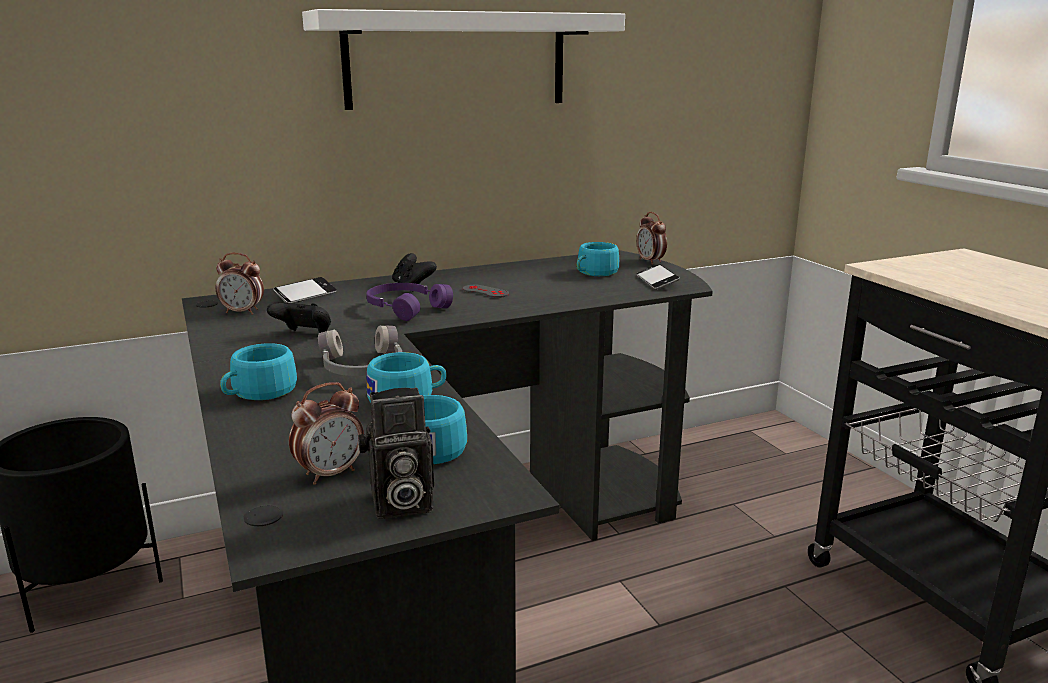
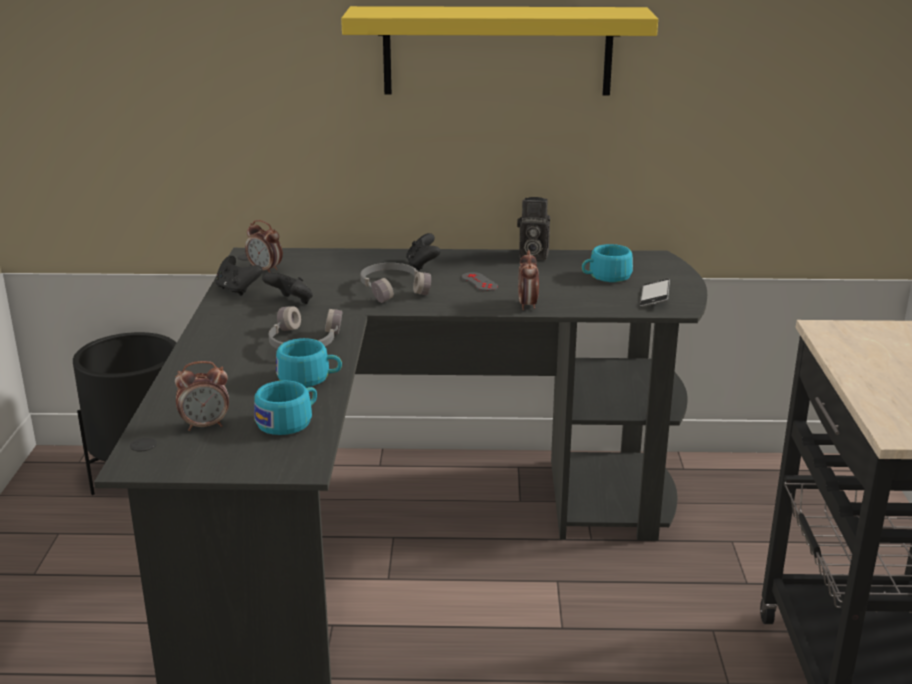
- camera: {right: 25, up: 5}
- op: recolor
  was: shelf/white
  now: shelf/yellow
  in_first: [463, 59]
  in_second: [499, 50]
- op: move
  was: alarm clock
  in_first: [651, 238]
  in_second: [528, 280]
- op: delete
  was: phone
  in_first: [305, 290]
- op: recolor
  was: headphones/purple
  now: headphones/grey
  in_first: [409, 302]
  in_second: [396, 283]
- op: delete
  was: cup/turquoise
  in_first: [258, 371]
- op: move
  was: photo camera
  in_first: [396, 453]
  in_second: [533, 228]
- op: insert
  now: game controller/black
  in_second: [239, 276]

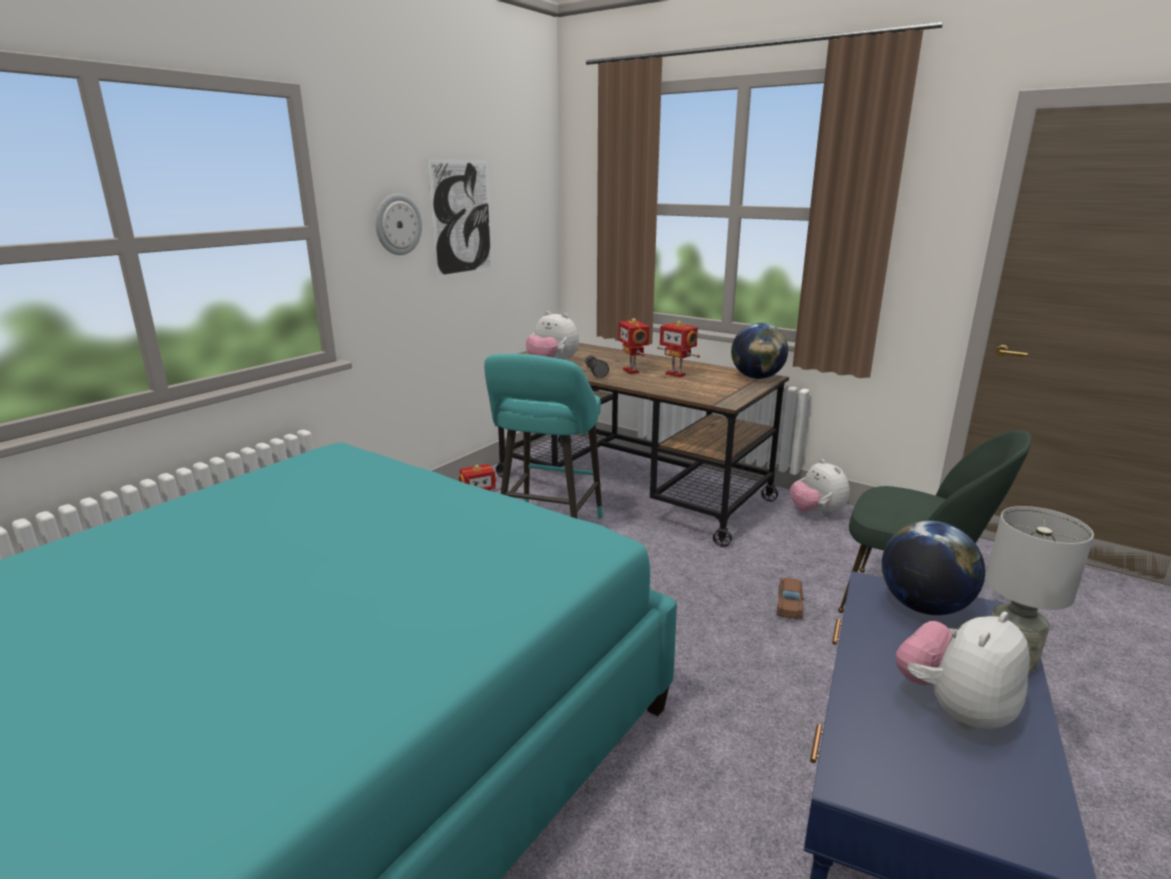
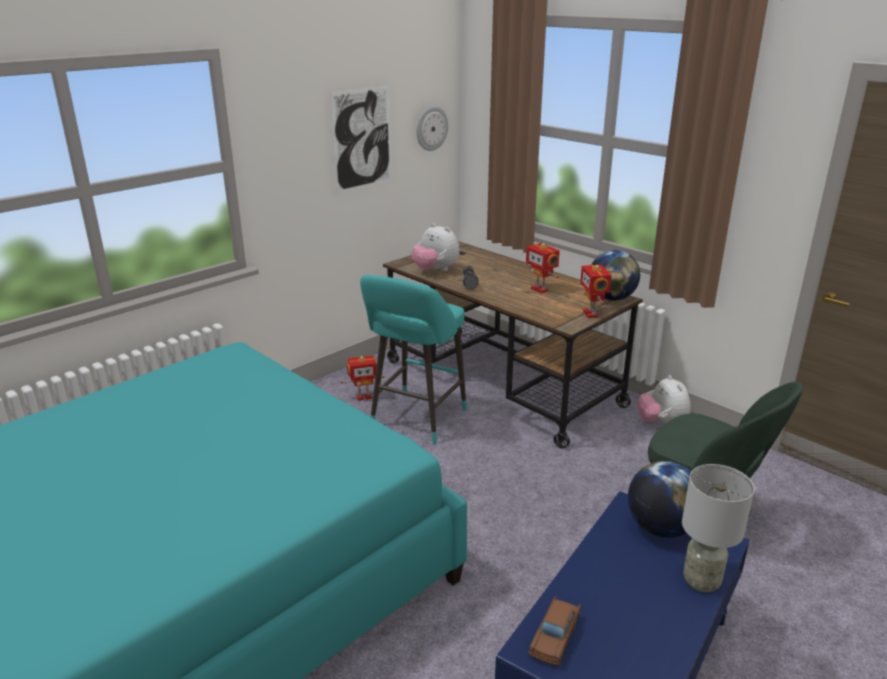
- camera: {right: 10, up: 5}
- op: move
  was: wall clock
  in_first: [398, 224]
  in_second: [432, 128]
- op: move
  was: toy robot
  in_first: [633, 346]
  in_second: [596, 291]
- op: move
  was: toy car/brown
  in_first: [790, 599]
  in_second: [554, 631]
- op: delete
  was: plush toy
  in_first: [963, 671]

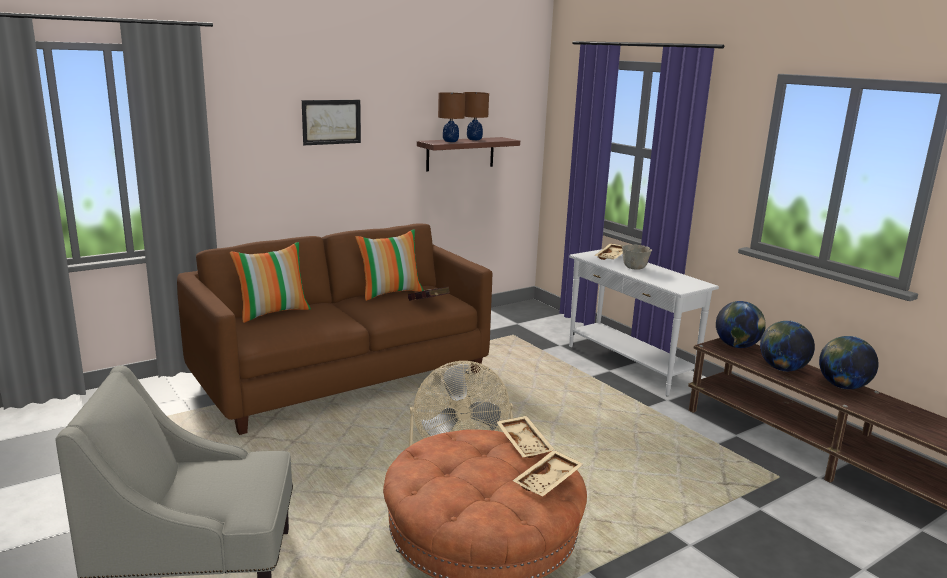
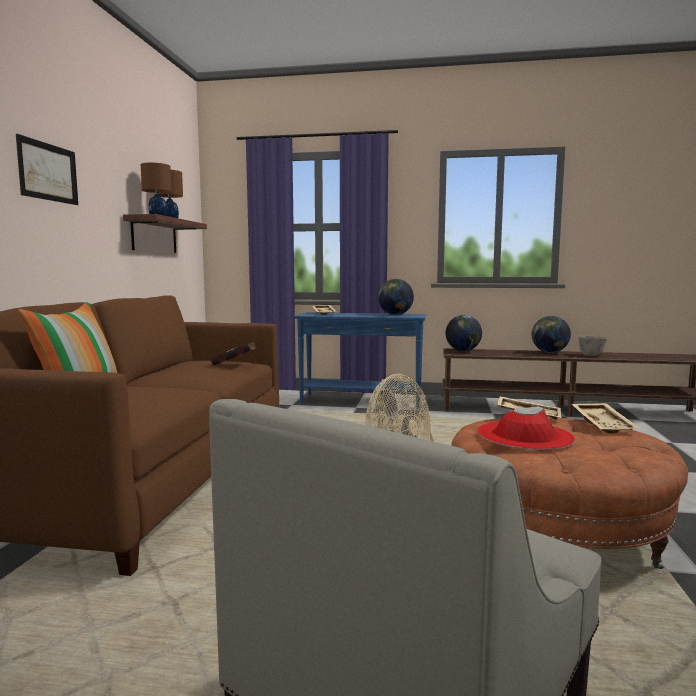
- camera: {right: -45, up: -10}
- op: delete
  was: pillow
  in_first: [389, 265]
- op: move
  was: bowl/grey
  in_first: [637, 257]
  in_second: [592, 345]
- op: recolor
  was: console table/white
  now: console table/blue
  in_first: [644, 323]
  in_second: [360, 360]
- op: move
  was: globe
  in_first: [787, 346]
  in_second: [396, 297]
- op: insert
  now: hat/red
  in_second: [526, 428]

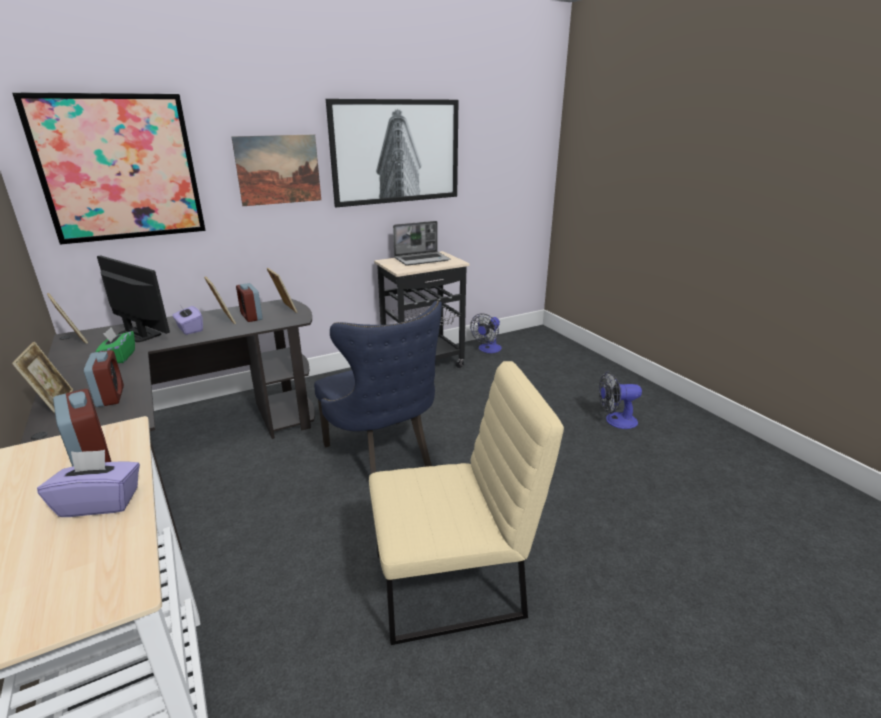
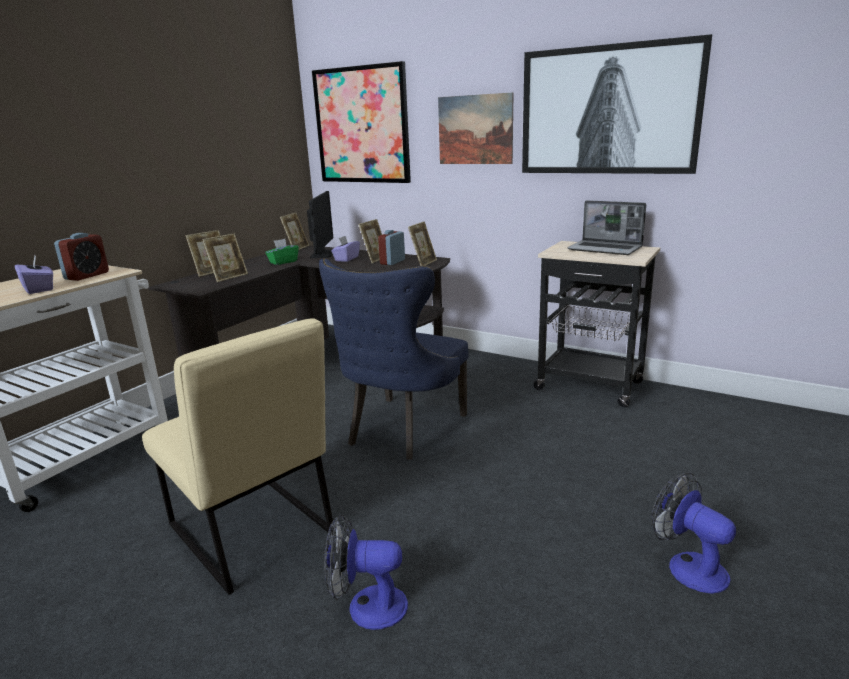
- camera: {right: 60, up: -5}
- op: move
  was: fan
  in_first: [486, 333]
  in_second: [366, 572]
- op: replace
  was: alarm clock
  now: picture frame
  in_first: [104, 378]
  in_second: [225, 258]

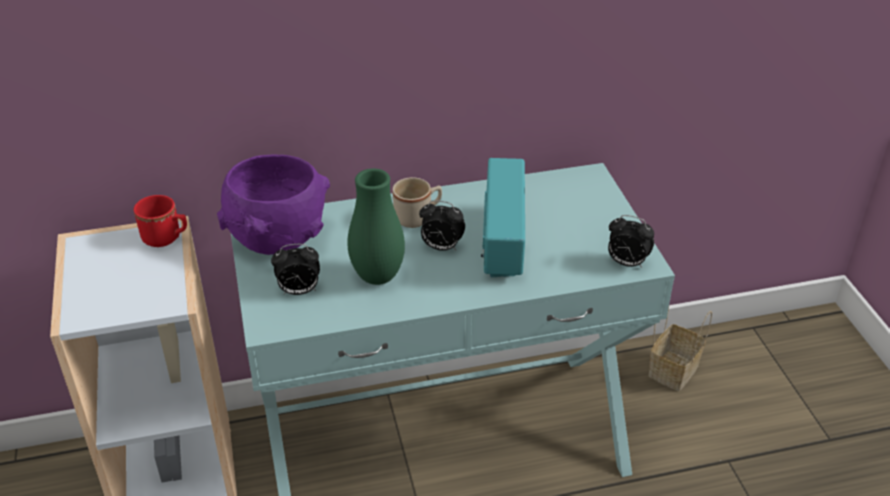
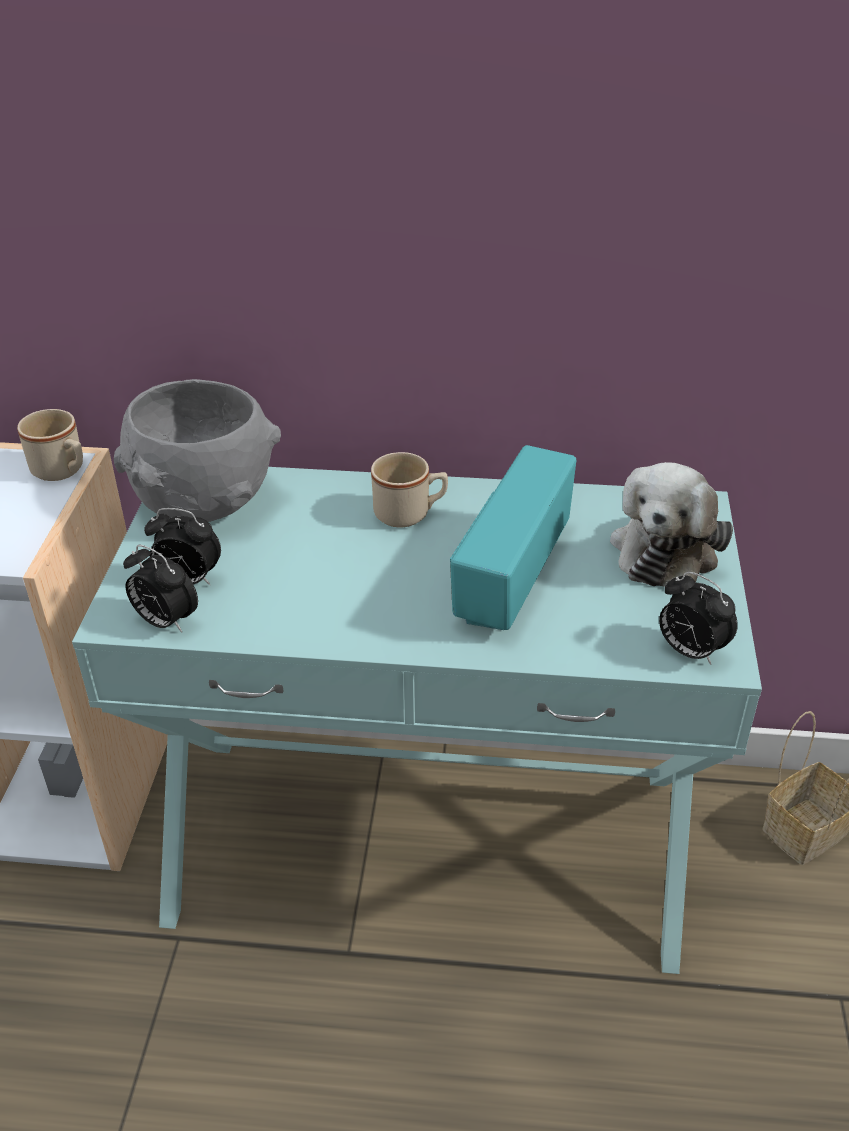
- camera: {right: 20, up: 0}
- op: recolor
  was: bowl/purple
  now: bowl/grey
  in_first: [273, 205]
  in_second: [197, 450]
- op: delete
  was: vase/green
  in_first: [376, 227]
- op: recolor
  was: mug/red
  now: mug/beige
  in_first: [160, 221]
  in_second: [50, 445]
- op: move
  was: alarm clock
  in_first: [442, 225]
  in_second: [160, 588]
- op: insert
  now: plush toy
  in_second: [671, 524]

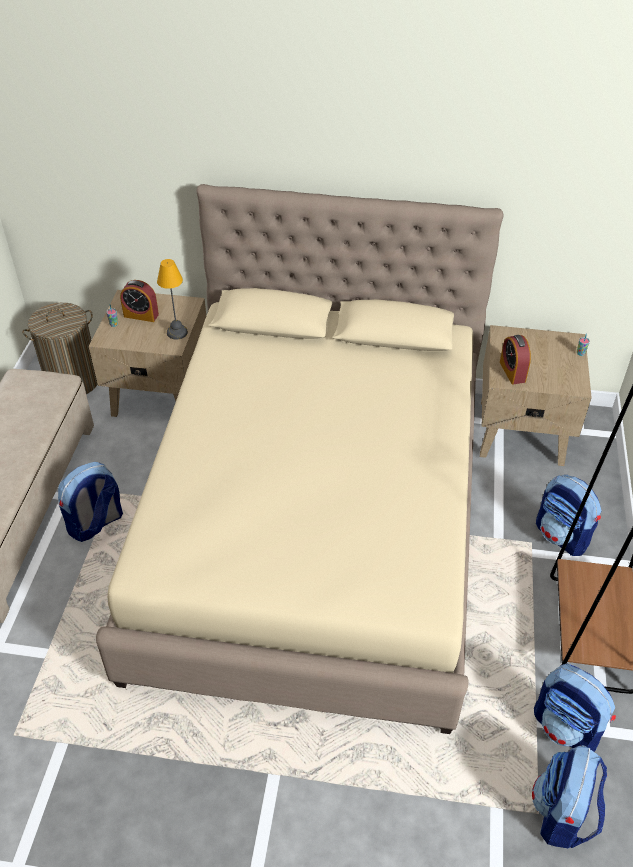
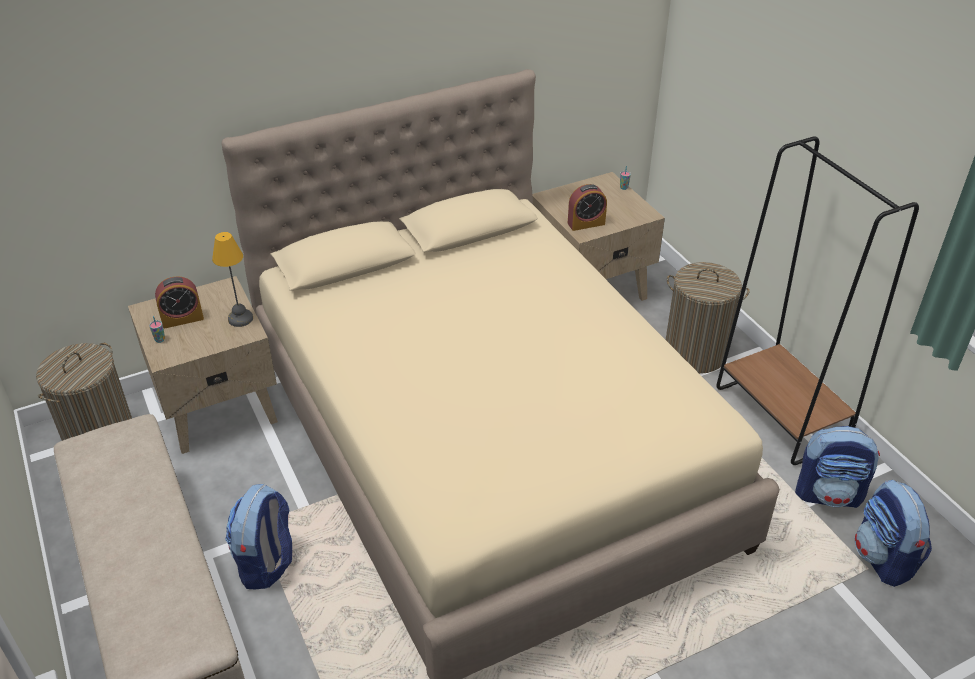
- camera: {right: -35, up: -5}
- op: rotate
  was: alarm clock
  in_first: [515, 359]
  in_second: [587, 207]
  clockwise: -60
- op: replace
  was: backpack
  now: laundry basket
  in_first: [569, 515]
  in_second: [707, 318]

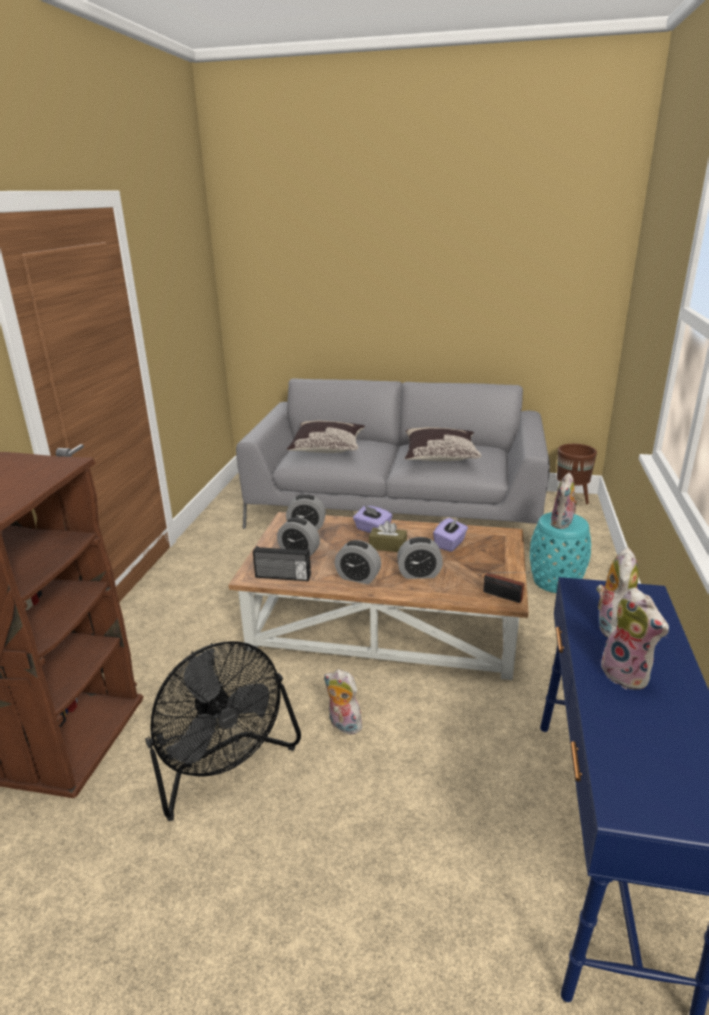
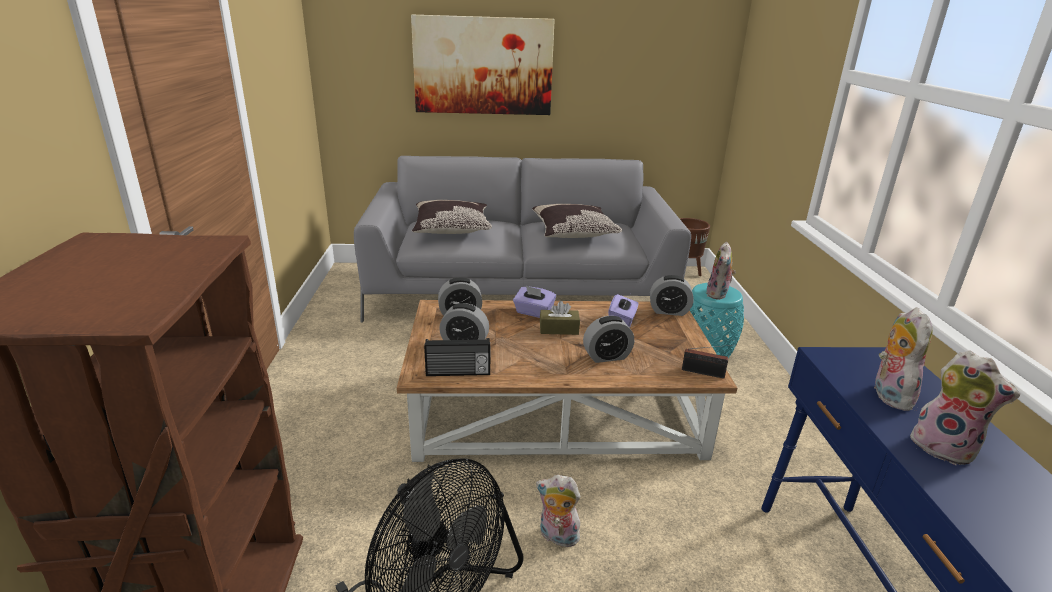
- camera: {right: -15, up: 0}
- op: move
  was: alarm clock
  in_first: [358, 562]
  in_second: [671, 295]
- op: insert
  now: picture
  in_second: [483, 65]

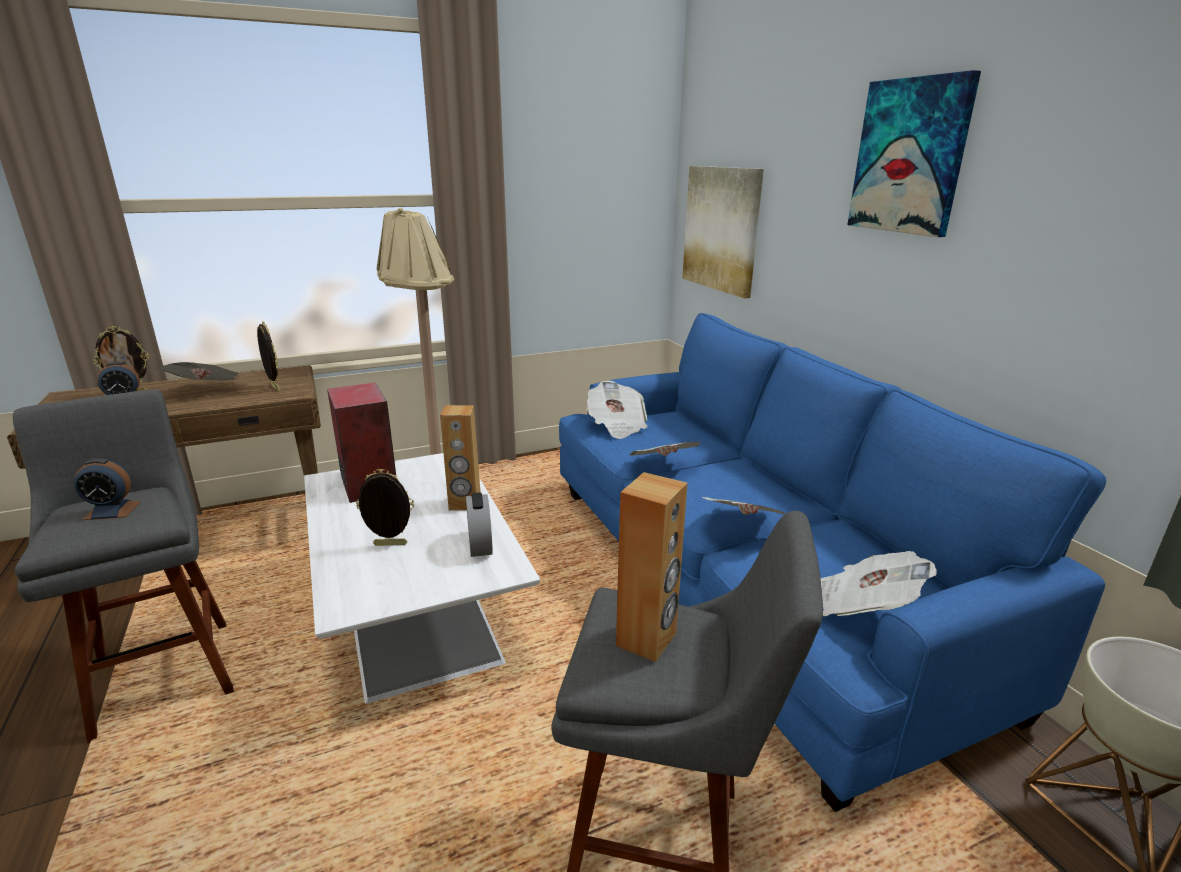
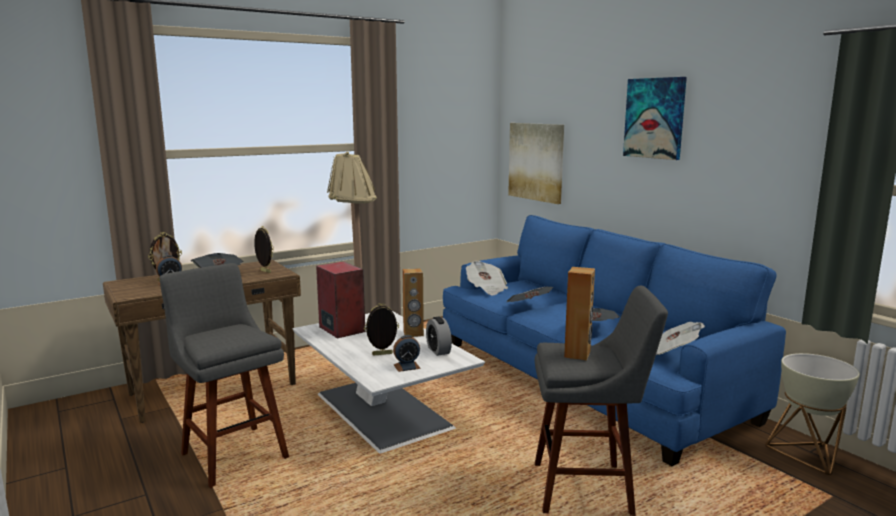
- camera: {right: -10, up: -10}
- op: move
  was: alarm clock
  in_first: [107, 489]
  in_second: [407, 353]

